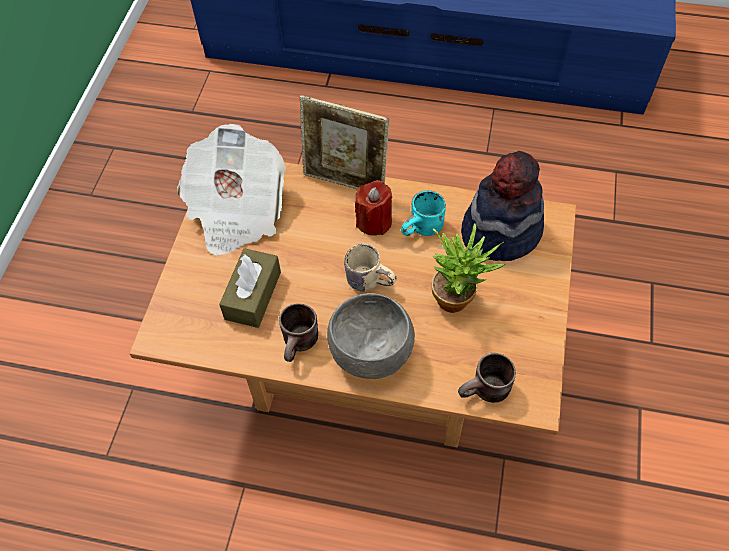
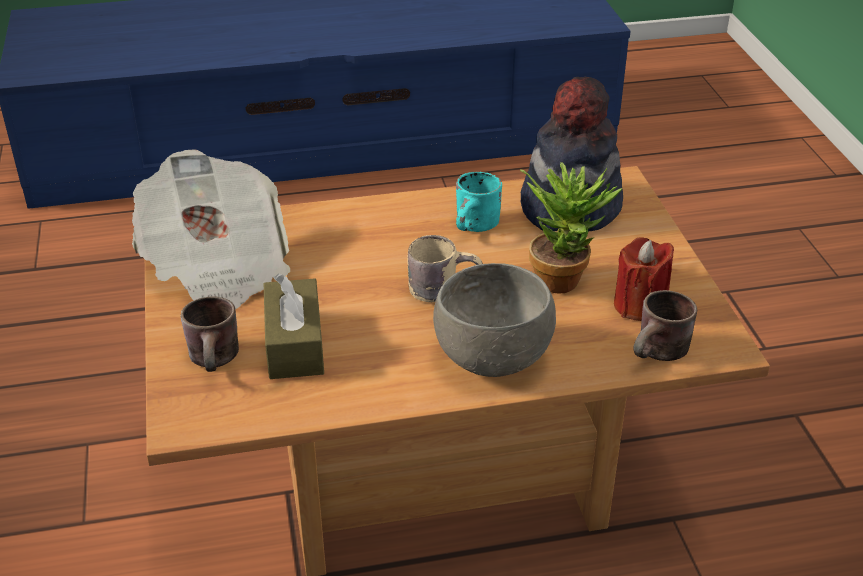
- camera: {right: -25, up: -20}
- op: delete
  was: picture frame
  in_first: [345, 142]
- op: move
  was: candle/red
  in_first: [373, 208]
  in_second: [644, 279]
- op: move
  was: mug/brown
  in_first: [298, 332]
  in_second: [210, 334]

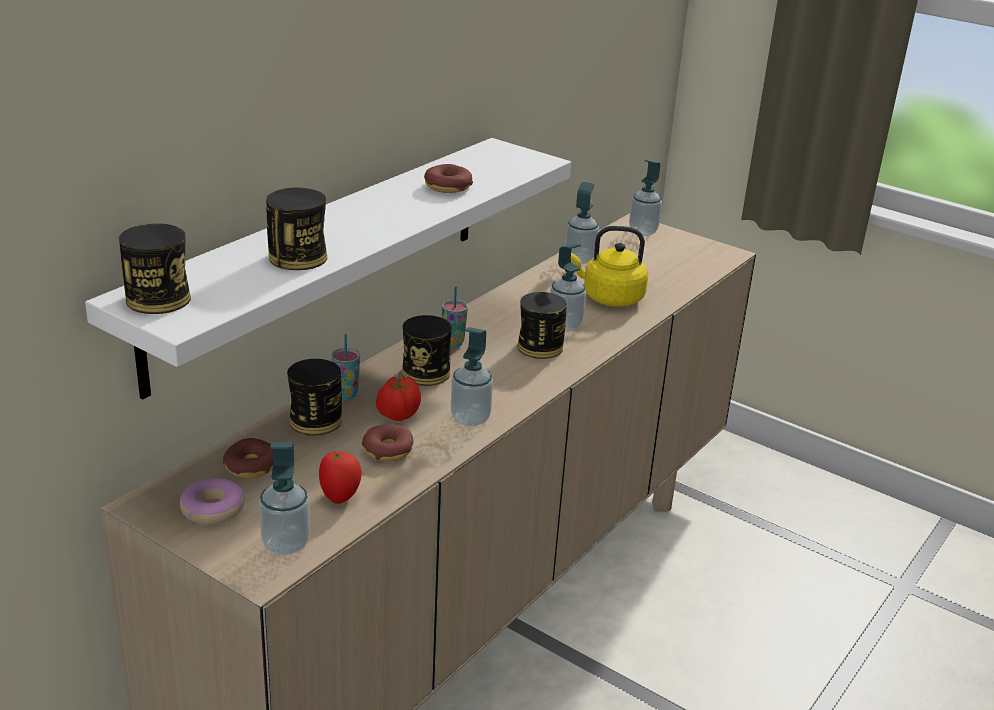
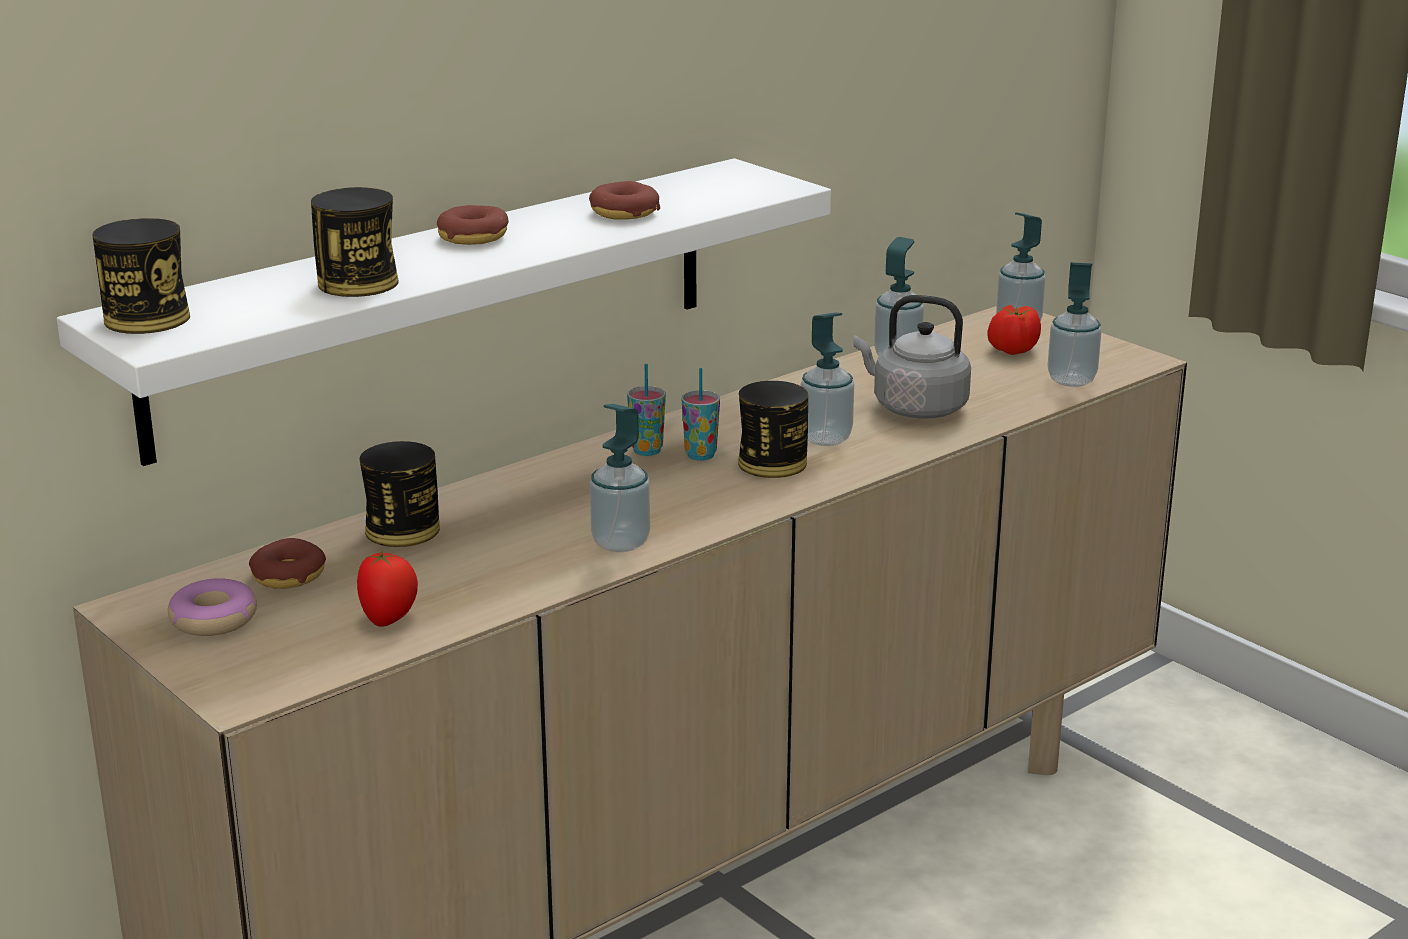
- camera: {right: 15, up: -5}
- op: recolor
  was: kettle/yellow
  now: kettle/grey
  in_first: [609, 266]
  in_second: [912, 357]
- op: delete
  was: can
  in_first: [427, 350]
- op: move
  was: cup
  in_first: [345, 366]
  in_second: [701, 414]
- op: move
  was: tomato
  in_first: [398, 399]
  in_second: [1014, 330]
- op: move
  was: donut
  in_first: [387, 442]
  in_second: [473, 225]
- op: move
  was: soap dispenser
  in_first: [284, 498]
  in_second: [1075, 324]

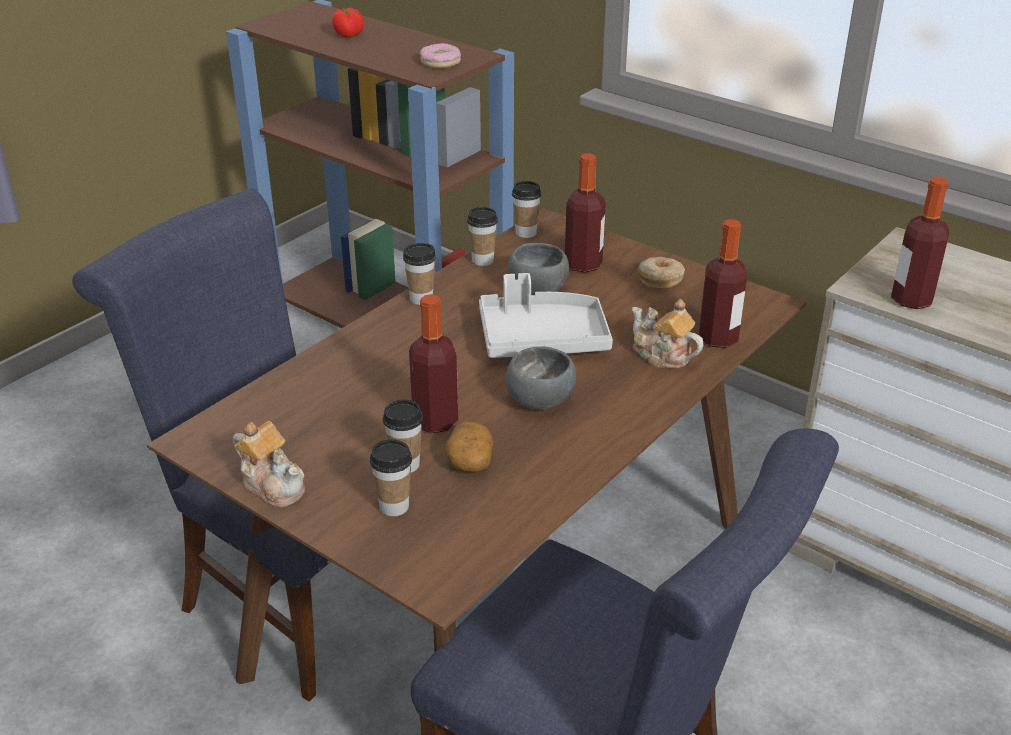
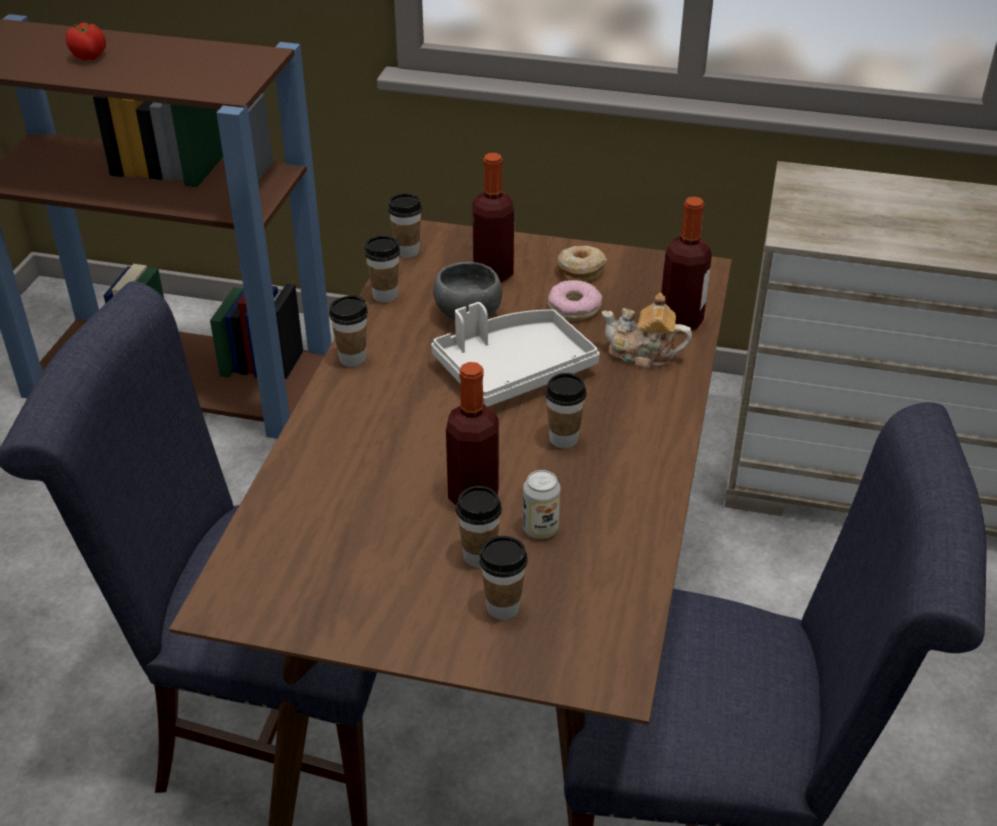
- camera: {right: -25, up: 5}
- op: move
  was: donut
  in_first: [440, 56]
  in_second: [575, 300]
- op: delete
  was: bottle
  in_first: [920, 243]
- op: replace
  was: bowl/grey
  now: cup
  in_first: [541, 377]
  in_second: [566, 410]
- op: delete
  was: teapot
  in_first: [269, 464]
- op: replace
  was: potato
  now: can
  in_first: [469, 447]
  in_second: [541, 504]

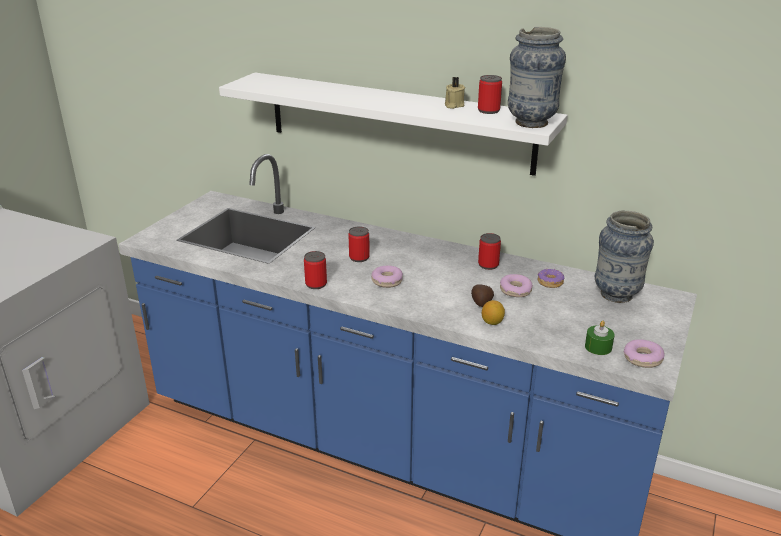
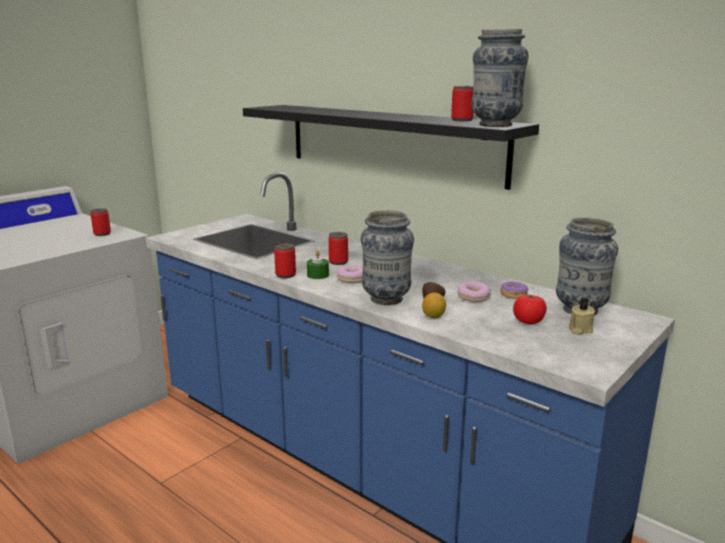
- camera: {right: 15, up: -10}
- op: recolor
  was: shelf/white
  now: shelf/black
  in_first: [393, 124]
  in_second: [391, 147]
- op: move
  was: candle/beige
  in_first: [455, 93]
  in_second: [582, 316]
- op: move
  was: can
  in_first: [489, 251]
  in_second: [101, 222]
- op: move
  was: candle/green
  in_first: [600, 338]
  in_second: [318, 264]
- op: delete
  was: donut
  in_first: [644, 353]
- op: insert
  now: vase
  in_second: [387, 257]
- op: insert
  now: tomato
  in_second: [530, 309]

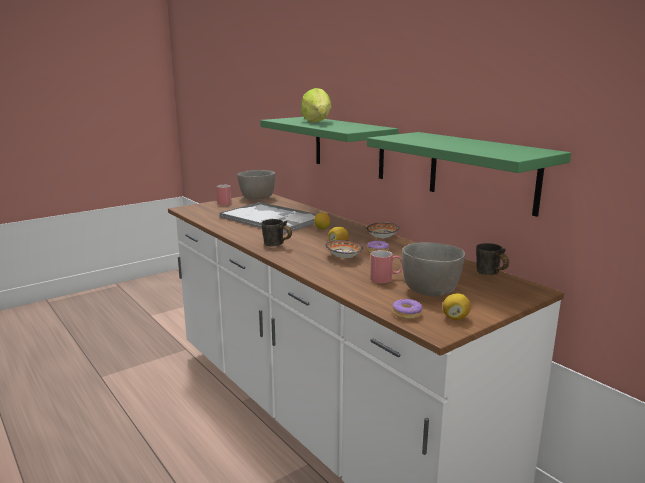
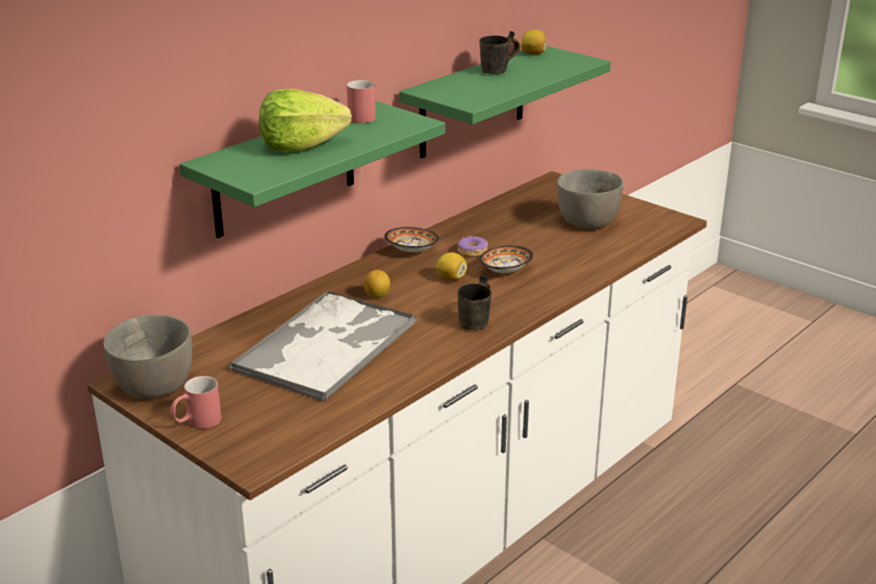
- camera: {right: -100, up: 10}
- op: move
  was: mug/grey
  in_first: [492, 259]
  in_second: [499, 52]
- op: move
  was: mug/red
  in_first: [386, 266]
  in_second: [361, 101]
- op: move
  was: lemon
  in_first: [457, 306]
  in_second: [534, 42]
- op: delete
  was: donut
  in_first: [407, 309]

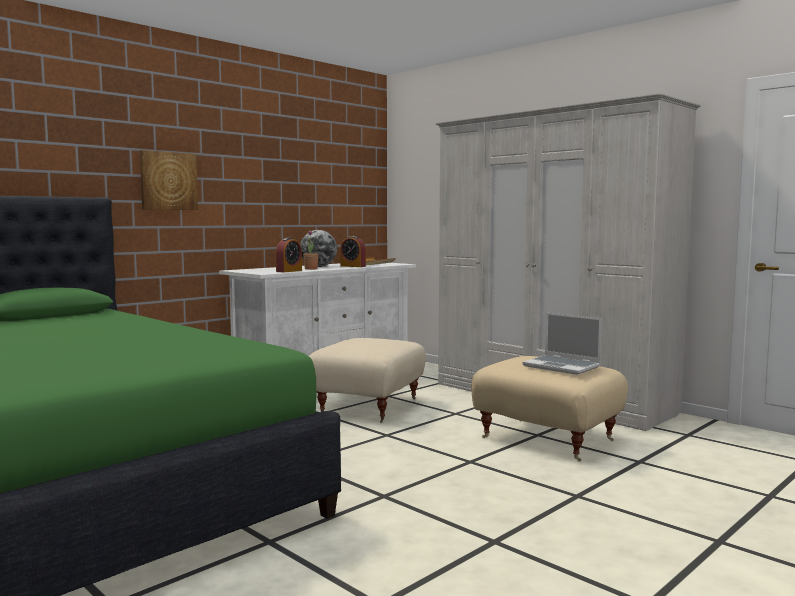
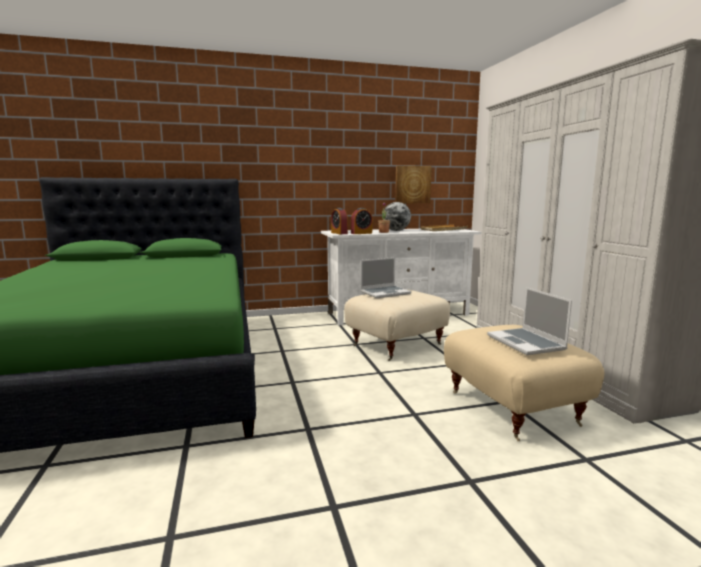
- camera: {right: 30, up: 5}
- op: move
  was: picture
  in_first: [169, 180]
  in_second: [413, 184]
- op: move
  was: alarm clock
  in_first: [353, 251]
  in_second: [339, 221]
- op: insert
  now: laptop
  in_second: [386, 277]

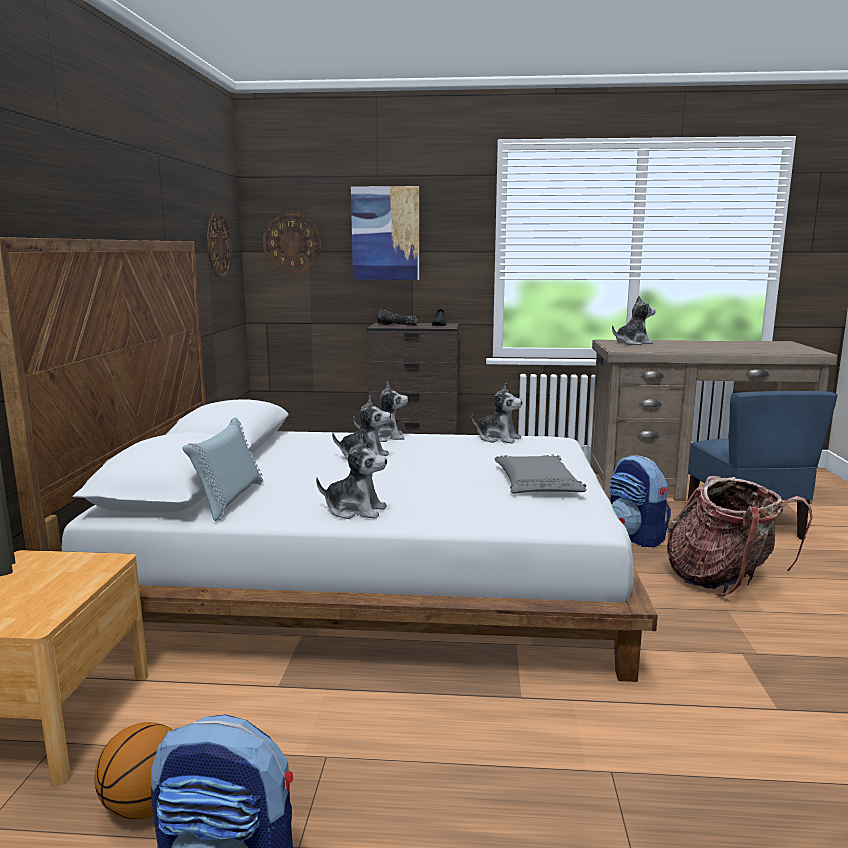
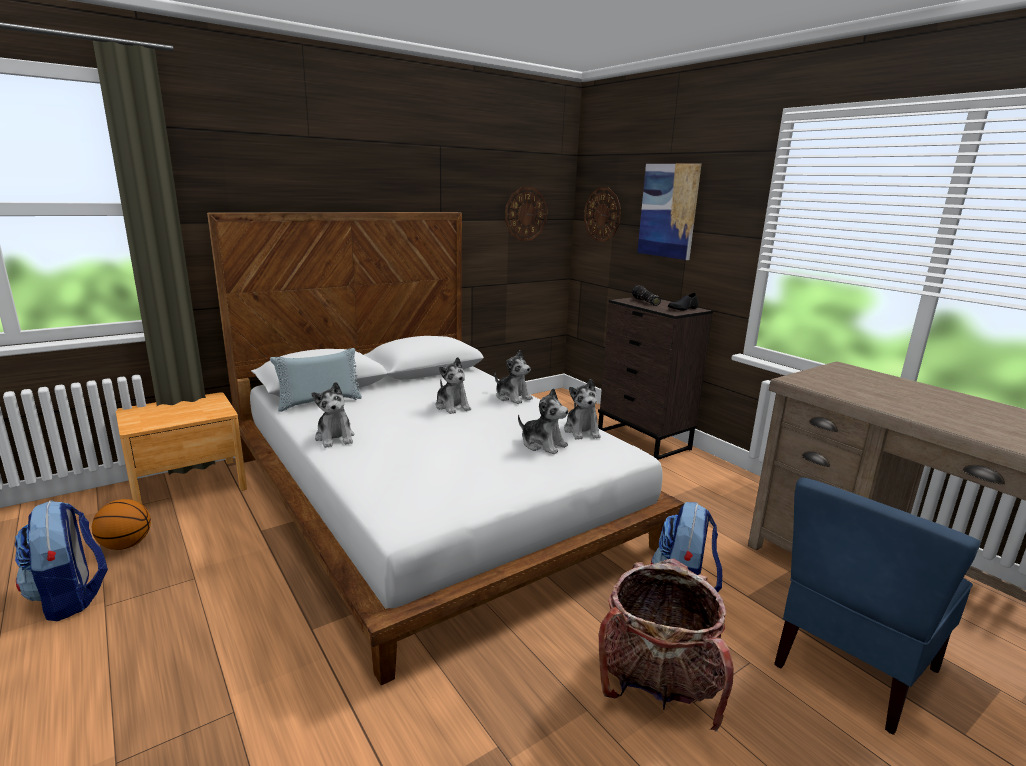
- camera: {right: 50, up: 5}
- op: move
  was: plush toy
  in_first: [633, 320]
  in_second: [543, 421]
- op: delete
  was: pillow/grey
  in_first: [540, 474]

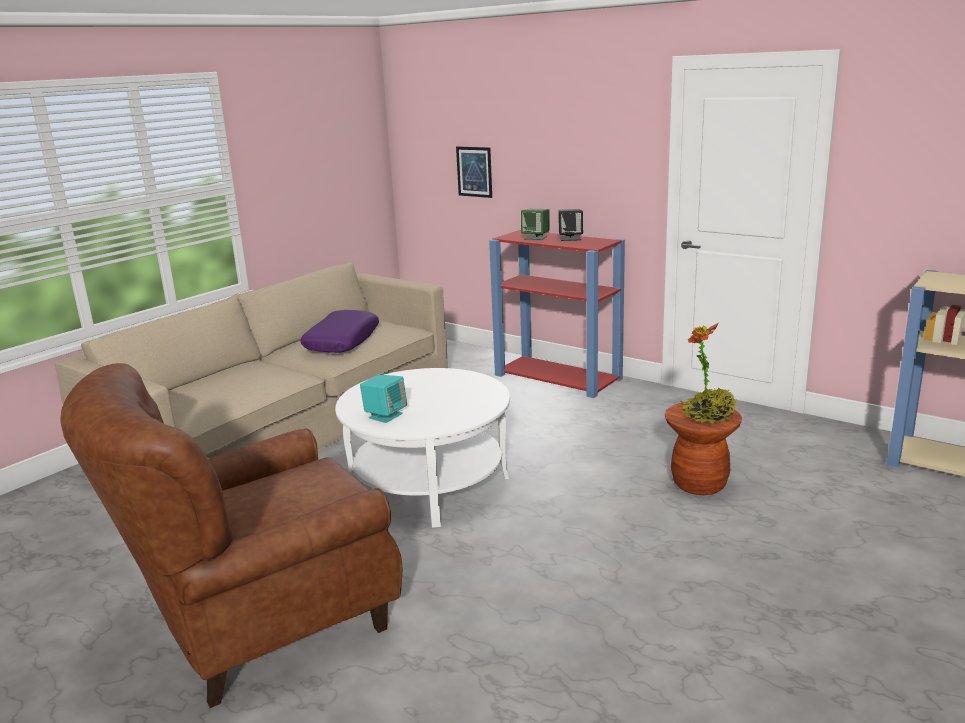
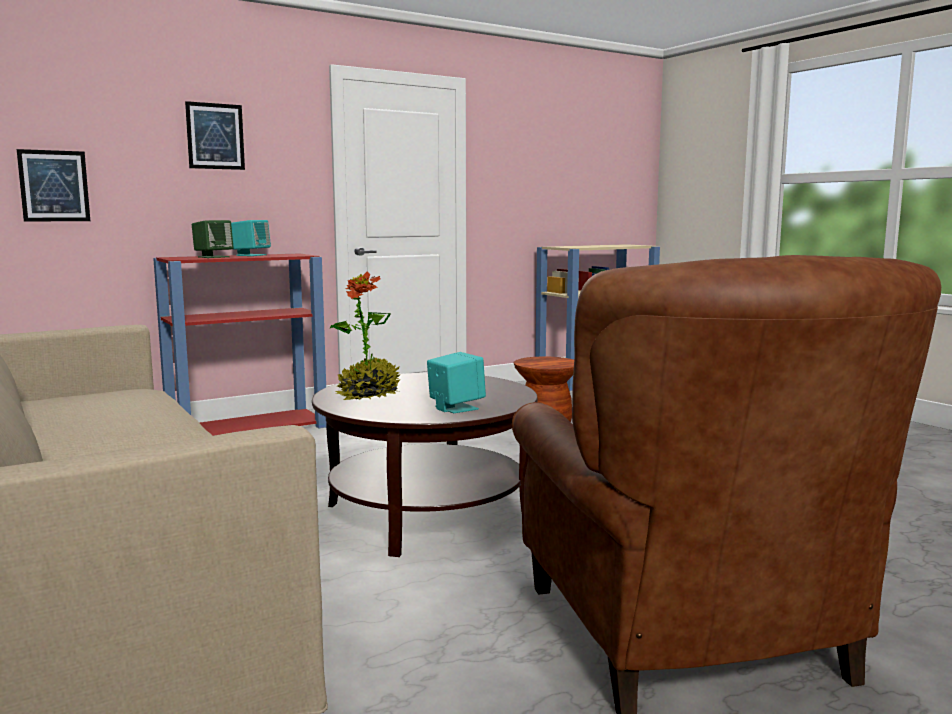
- camera: {right: -70, up: -10}
- op: recolor
  was: speaker/black
  now: speaker/turquoise
  in_first: [570, 225]
  in_second: [251, 238]
- op: delete
  was: pillow/purple
  in_first: [340, 331]
- op: move
  was: potted plant
  in_first: [707, 373]
  in_second: [365, 336]
- op: recolor
  was: coffee table/white
  now: coffee table/brown
  in_first: [422, 448]
  in_second: [425, 465]
- op: insert
  now: picture
  in_second: [215, 135]

